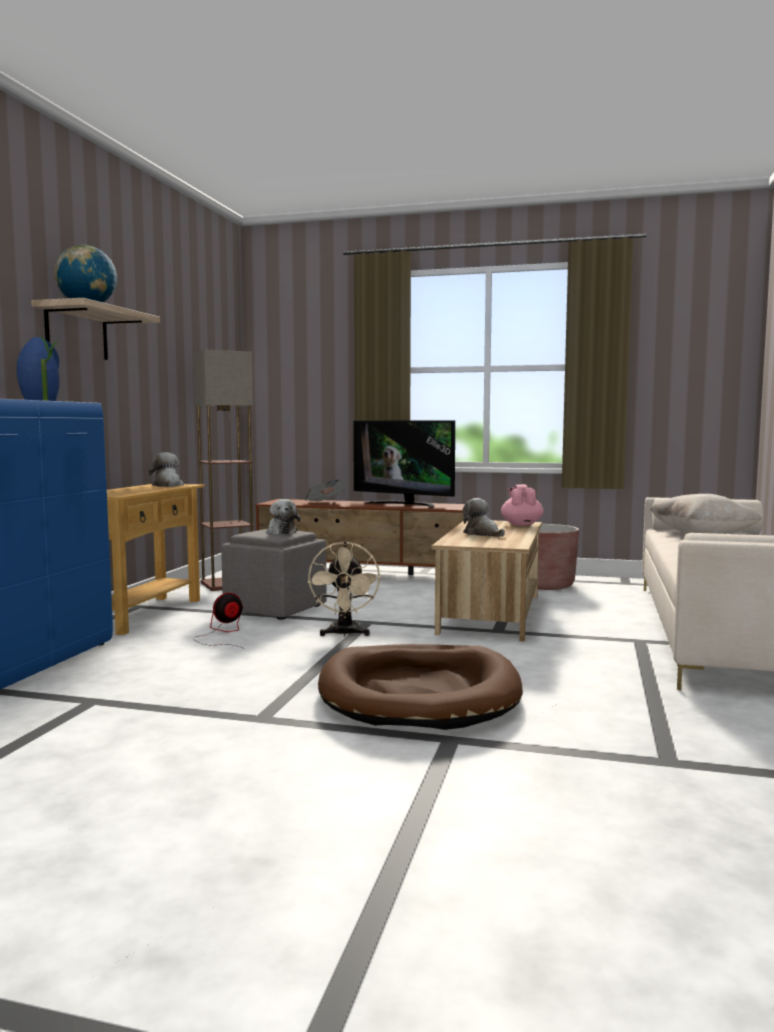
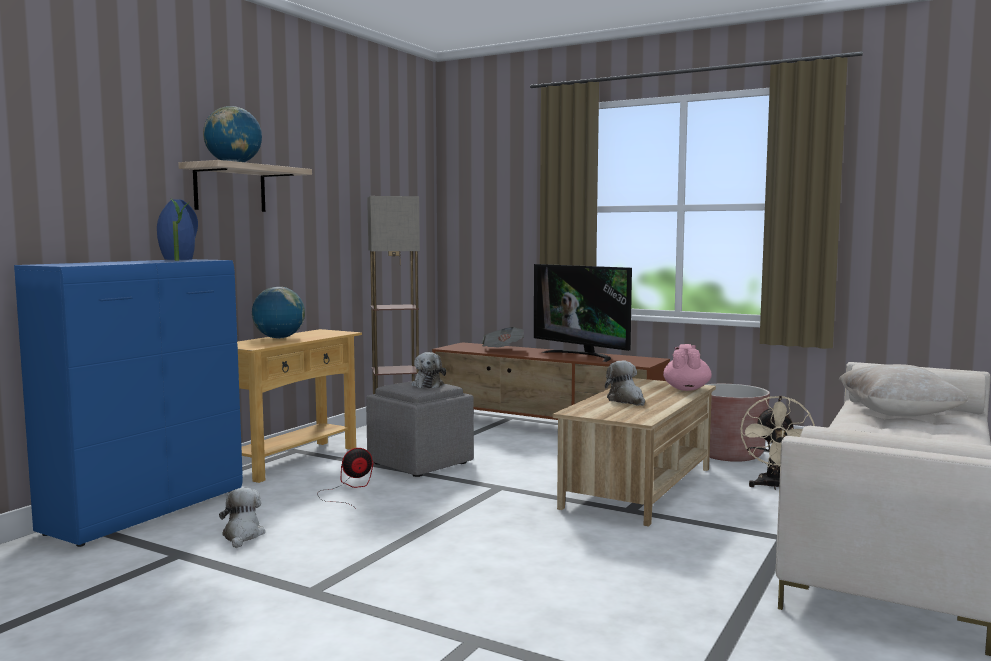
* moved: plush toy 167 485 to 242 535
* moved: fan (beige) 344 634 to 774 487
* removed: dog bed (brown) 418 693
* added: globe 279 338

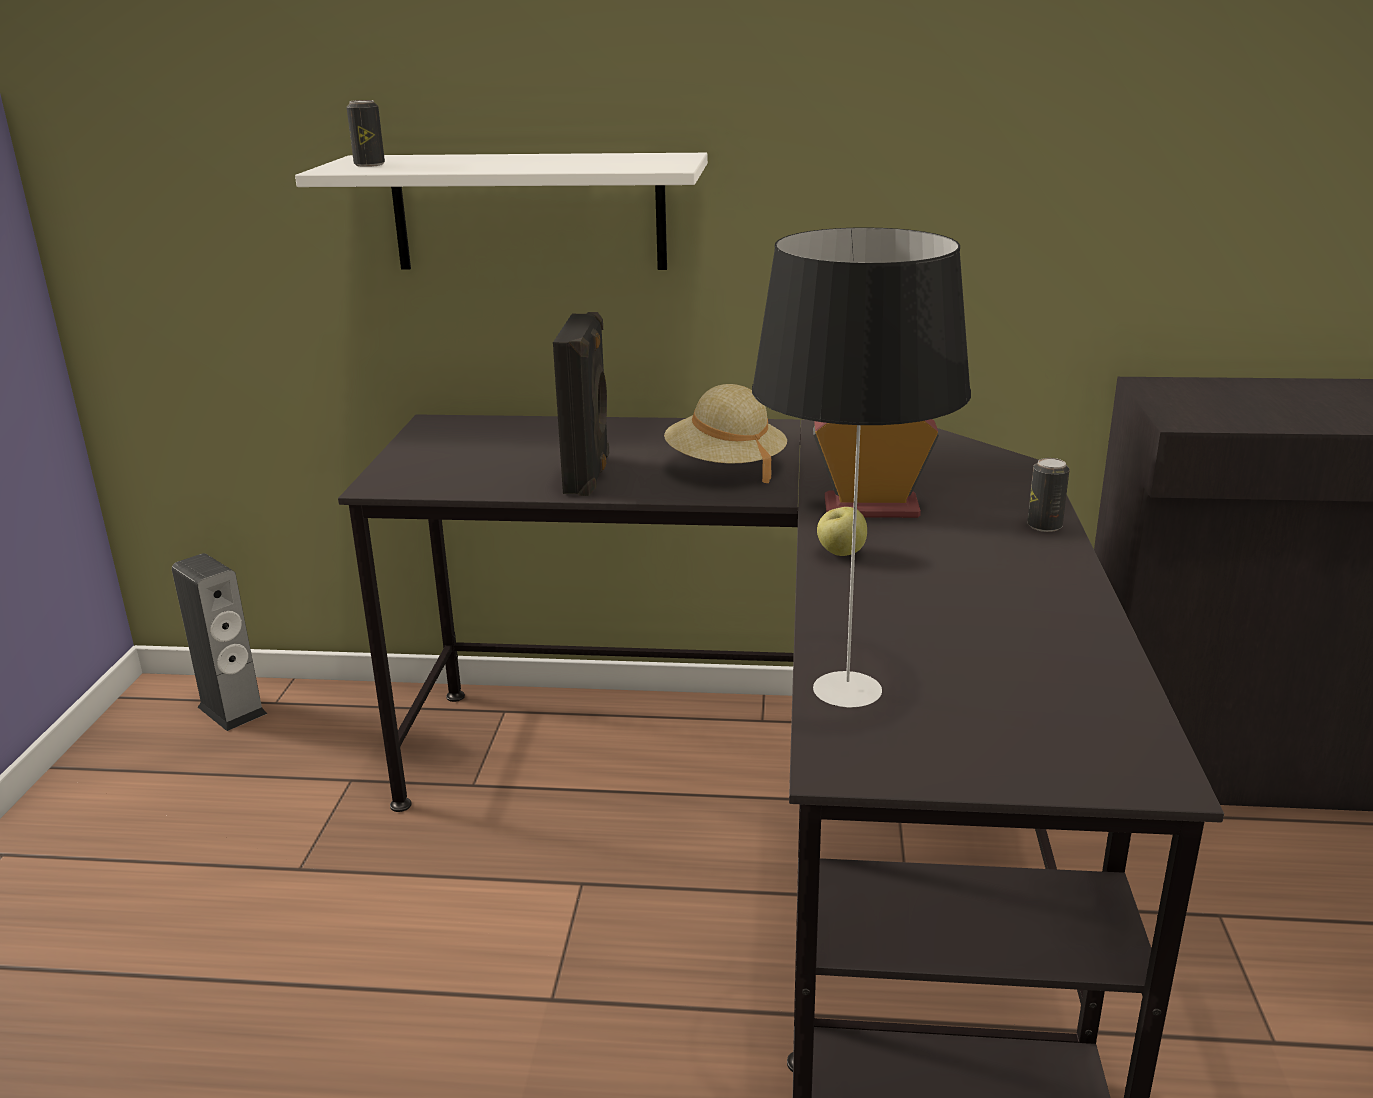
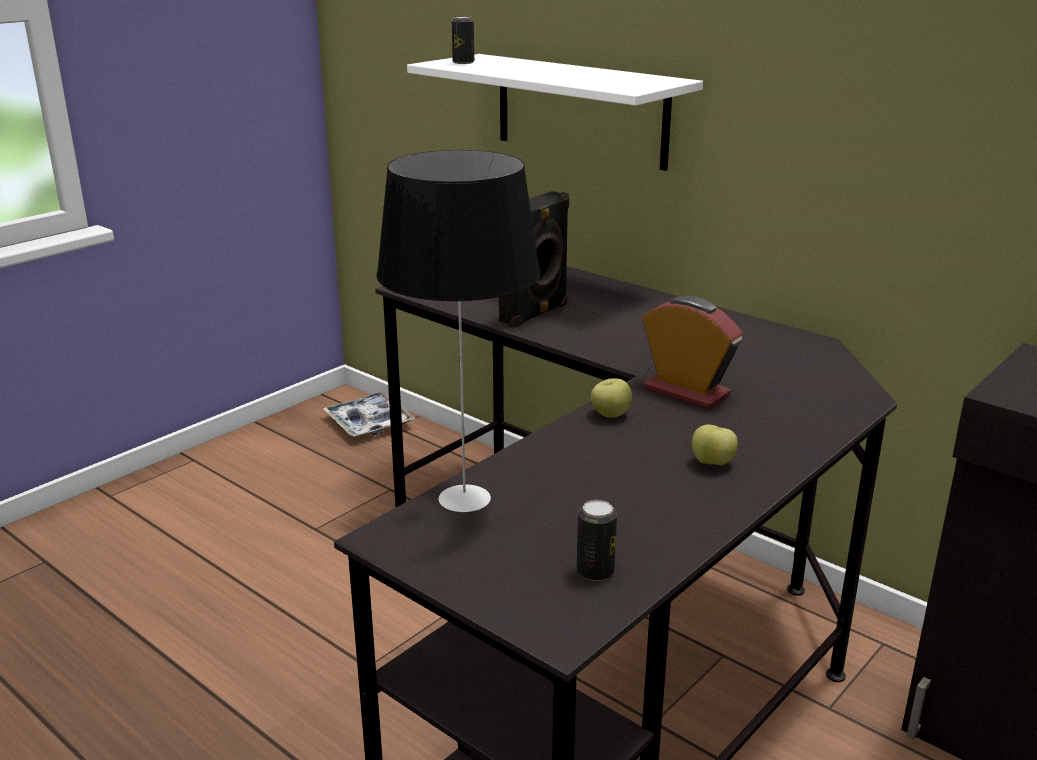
* removed: hat (beige) 725 467
* moved: can 1044 526 to 595 571
* replaced: speaker 232 710 to tray 369 423
* added: apple 712 463

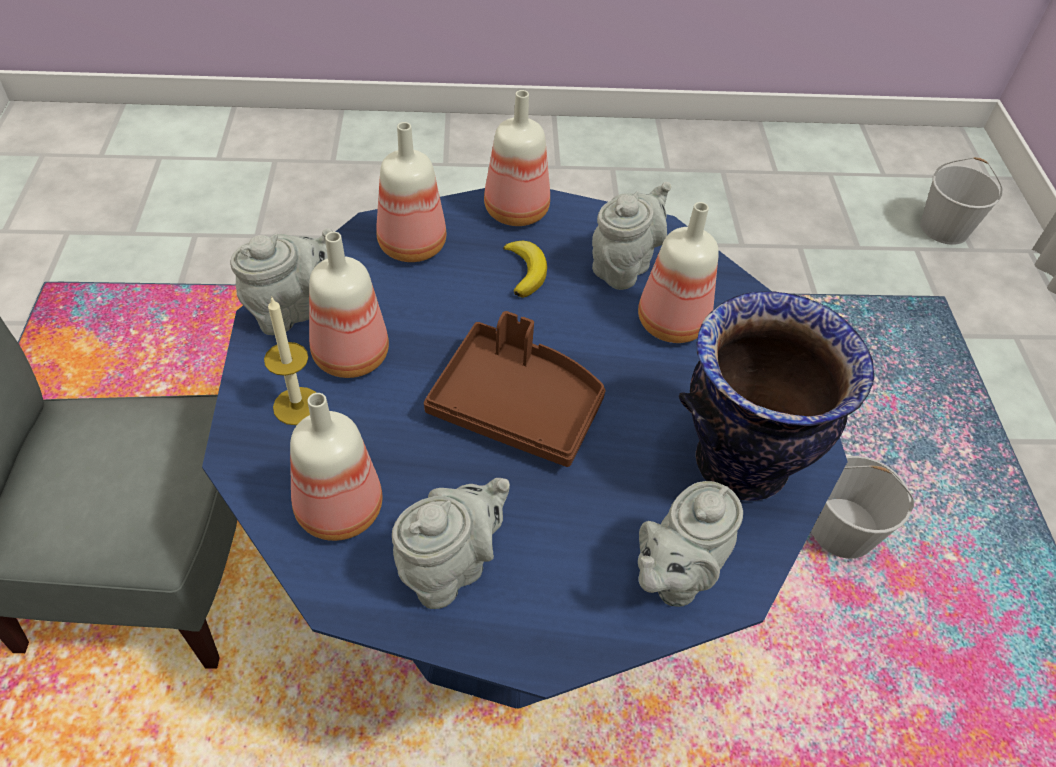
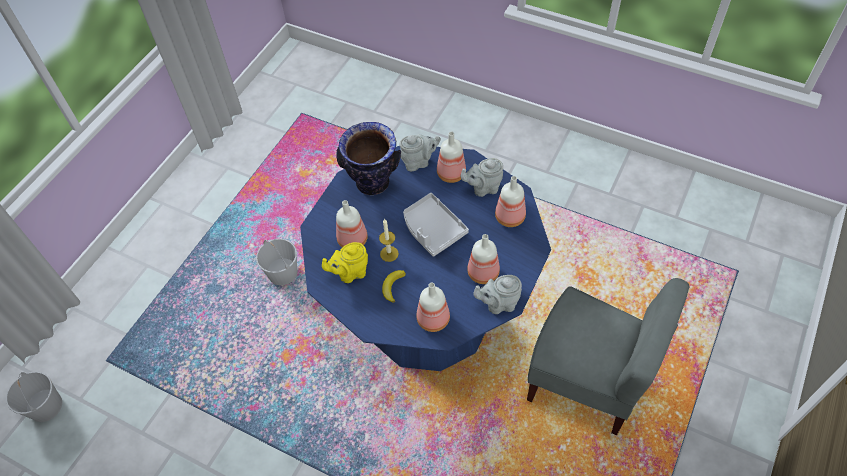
* moved: bottle 516 209 to 451 174
* recoloured: teapot (grey) 624 266 to teapot (yellow) 350 273
* moved: candle 297 406 to 389 254
* recoloured: tray (brown) 517 406 to tray (grey) 432 229

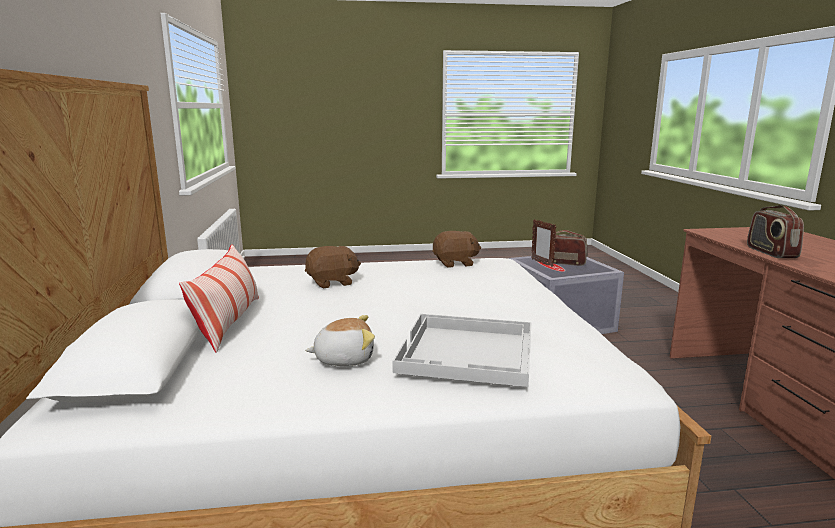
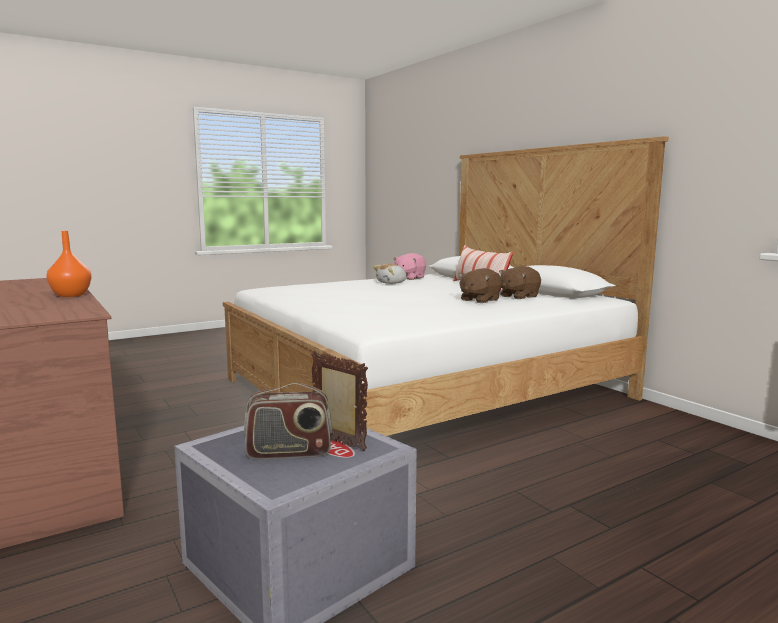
* replaced: radio 770 252 to vase (orange) 70 295
* moved: plush toy (brown) 455 263 to 518 296
* removed: tray (white) 468 352
* added: plush toy (pink) 409 278

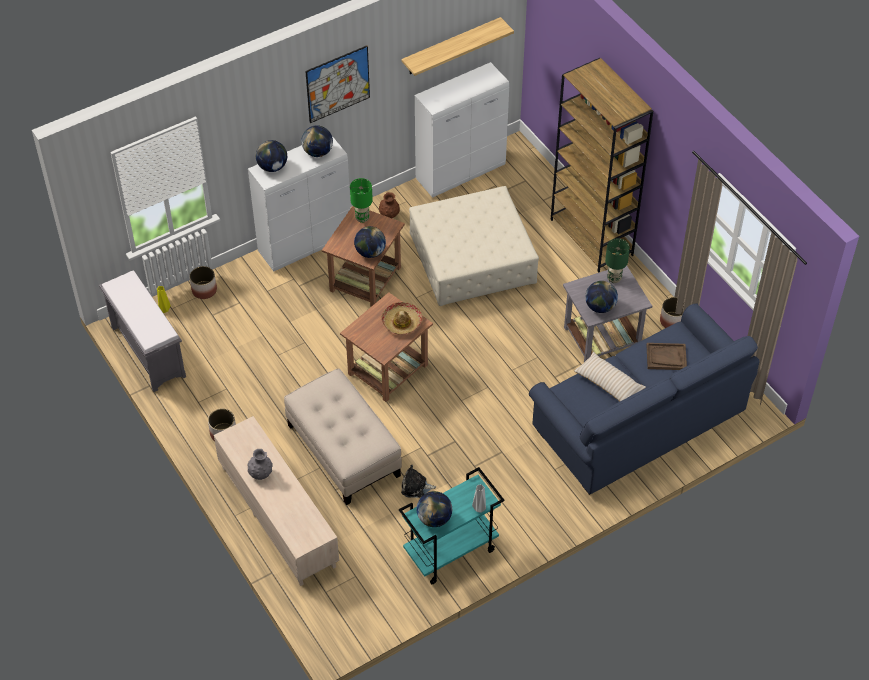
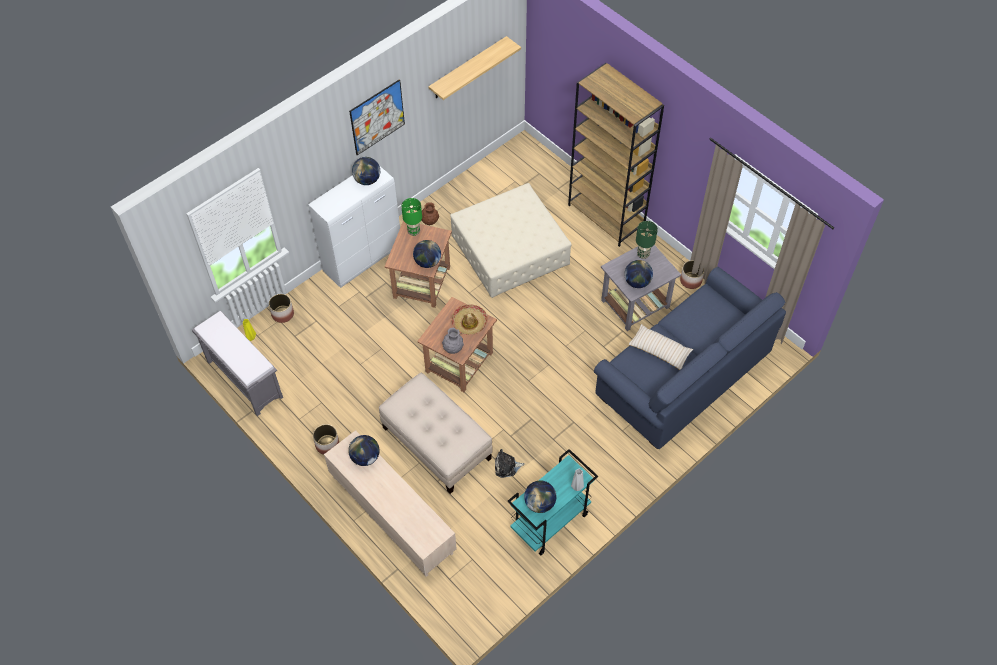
* removed: cabinet (white) 461 172
* moved: globe 272 167 to 365 457
* removed: tray (brown) 666 357
* moved: vase (grey) 260 474 to 453 348

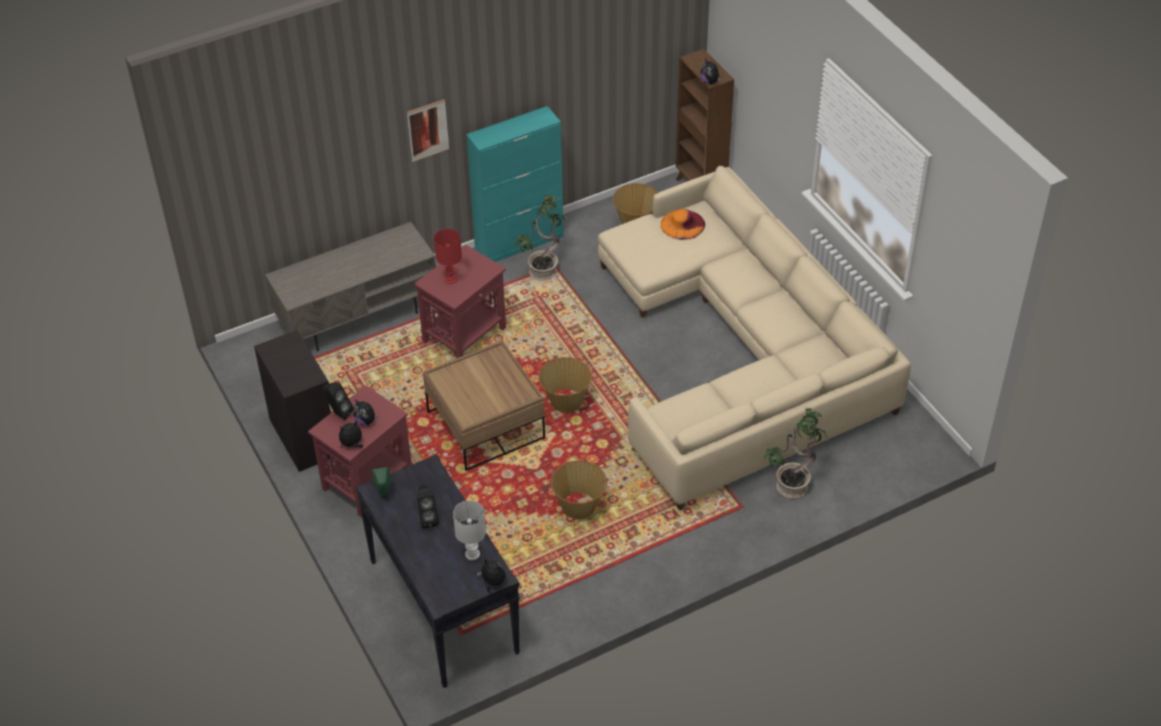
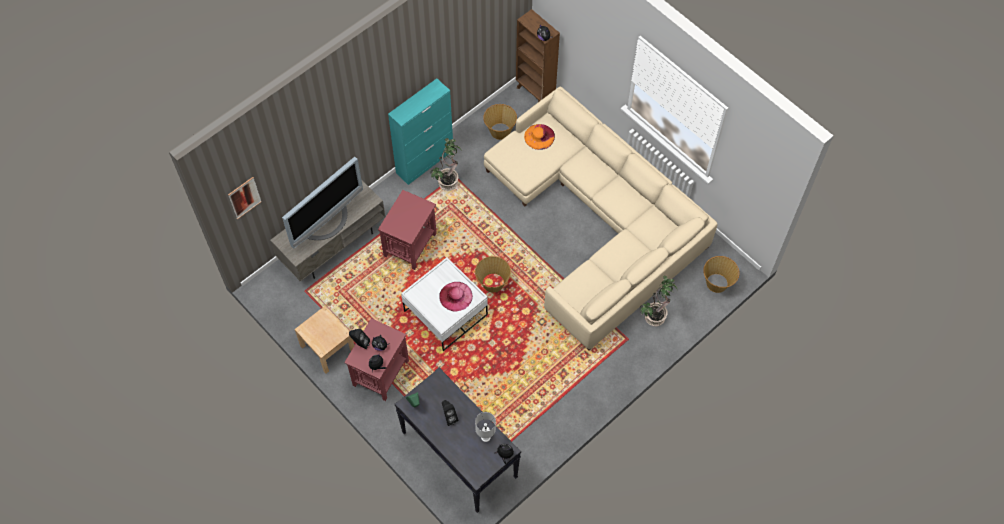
* moved: picture 428 130 to 244 197
* removed: table lamp (red) 450 279
* replaced: cabinet (black) 304 436 to nightstand (beige) 327 348
* recoloured: coffee table (brown) 486 425 to coffee table (white) 445 313
* moved: basket 579 506 to 717 283
* added: television 325 220
* added: hat (pink) 456 296

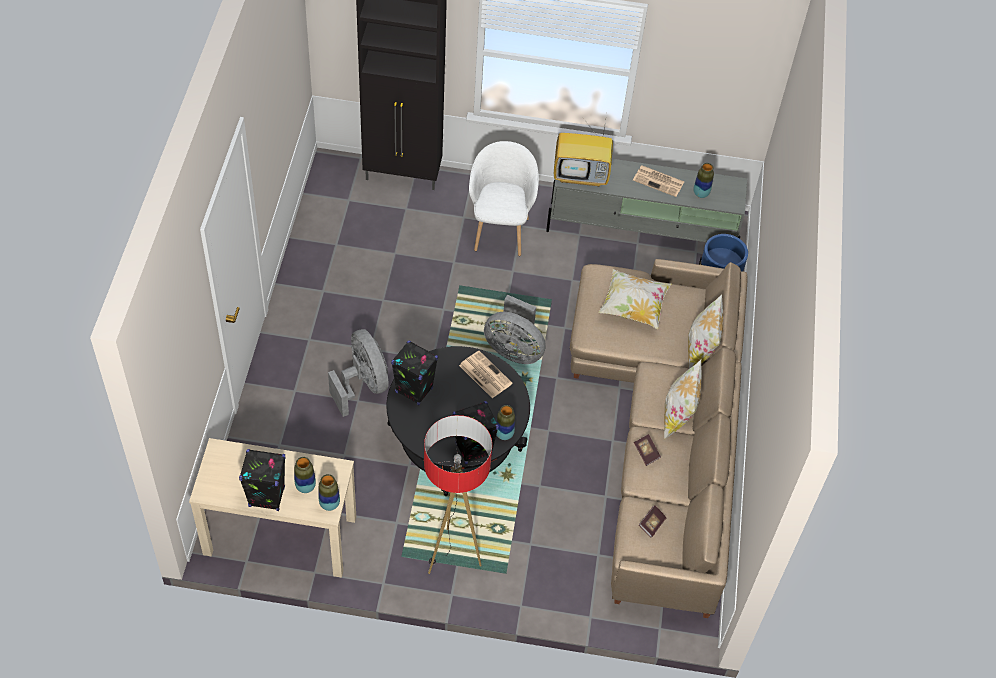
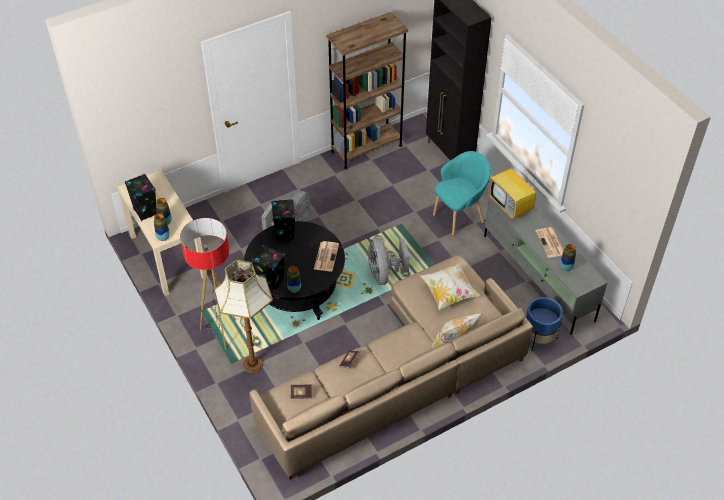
* recoloured: armchair (white) 500 232 to armchair (turquoise) 459 217
* removed: pillow 678 415
* added: bookcase (brown) 366 148
* added: floor lamp 252 365

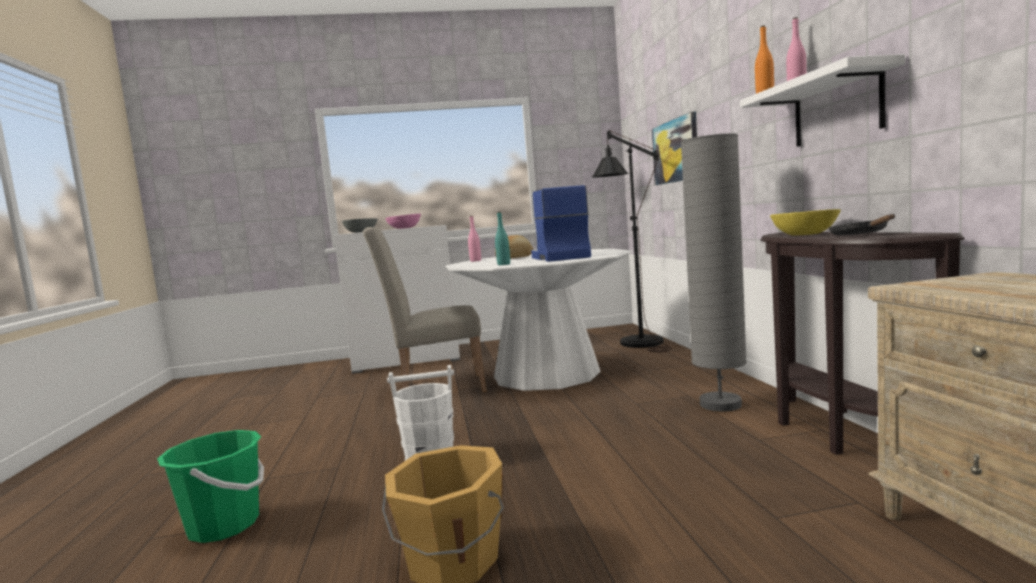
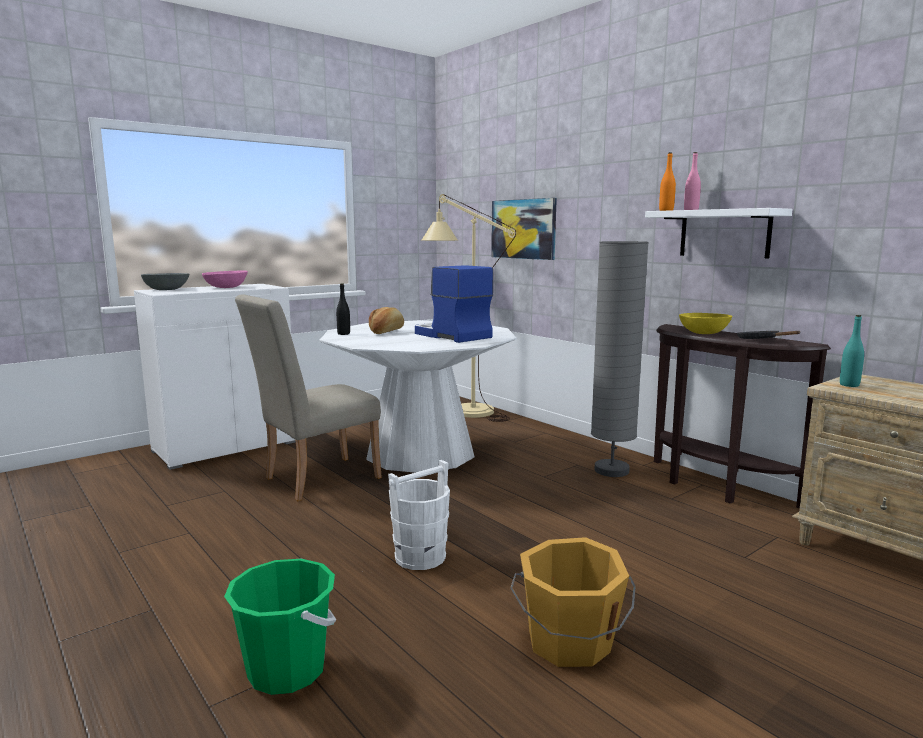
* recoloured: floor lamp (black) 635 340 to floor lamp (beige) 464 409
* moved: bottle (turquoise) 503 264 to 849 385
* recoloured: bottle (pink) 475 261 to bottle (black) 343 334

